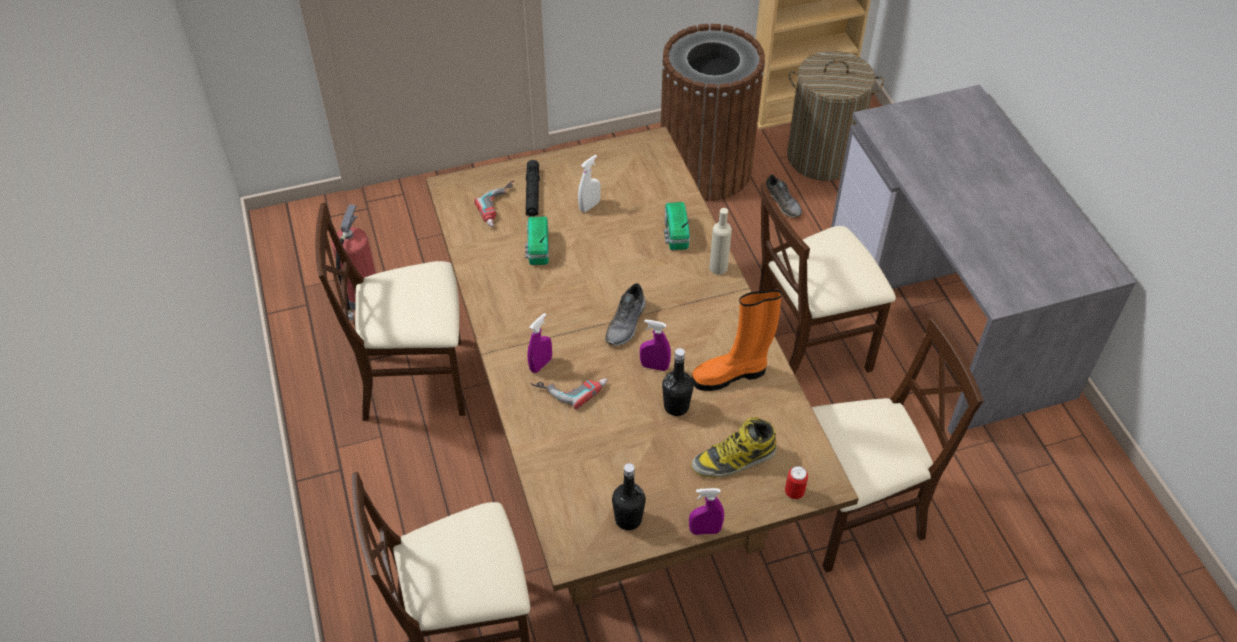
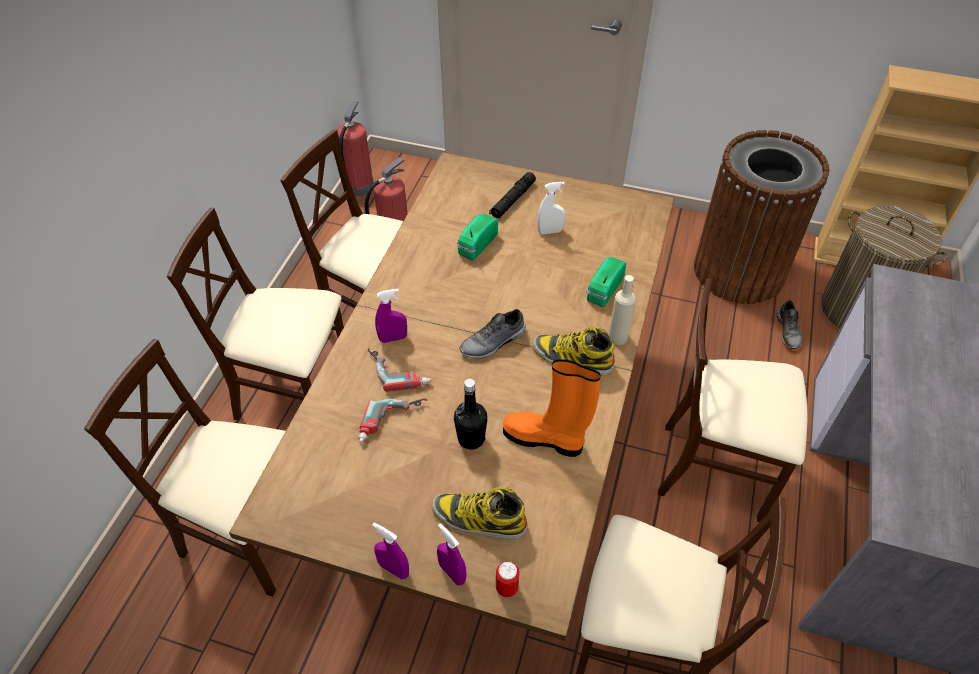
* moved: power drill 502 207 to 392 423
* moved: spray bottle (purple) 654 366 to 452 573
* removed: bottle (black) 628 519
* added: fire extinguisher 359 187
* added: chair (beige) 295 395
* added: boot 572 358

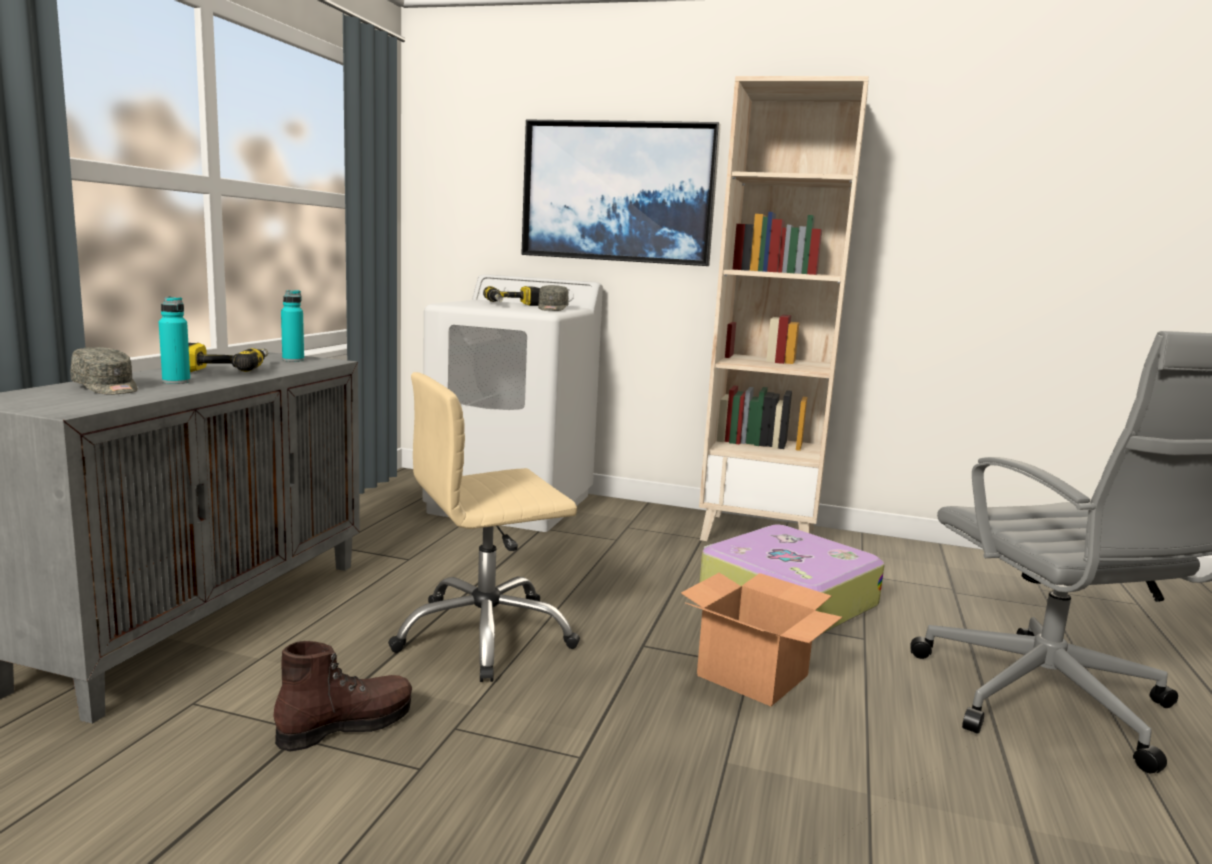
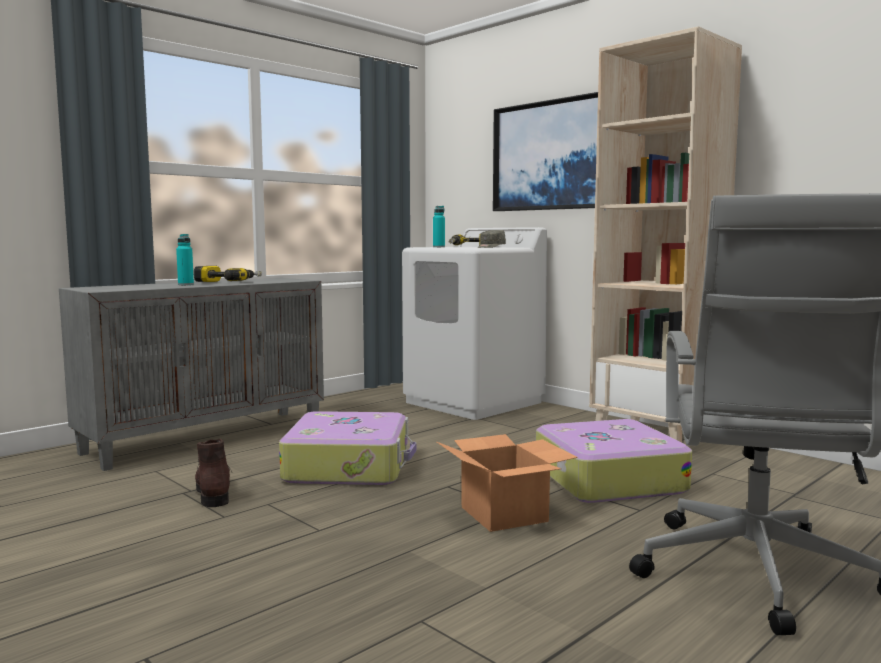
* moved: bottle (turquoise) 293 360 to 438 247
* removed: cap (grey) 107 388
* replaced: office chair (beige) 485 635 to suitcase 349 466
* turned: boot (brown) 346 725 = 213 492 105 degrees counterclockwise

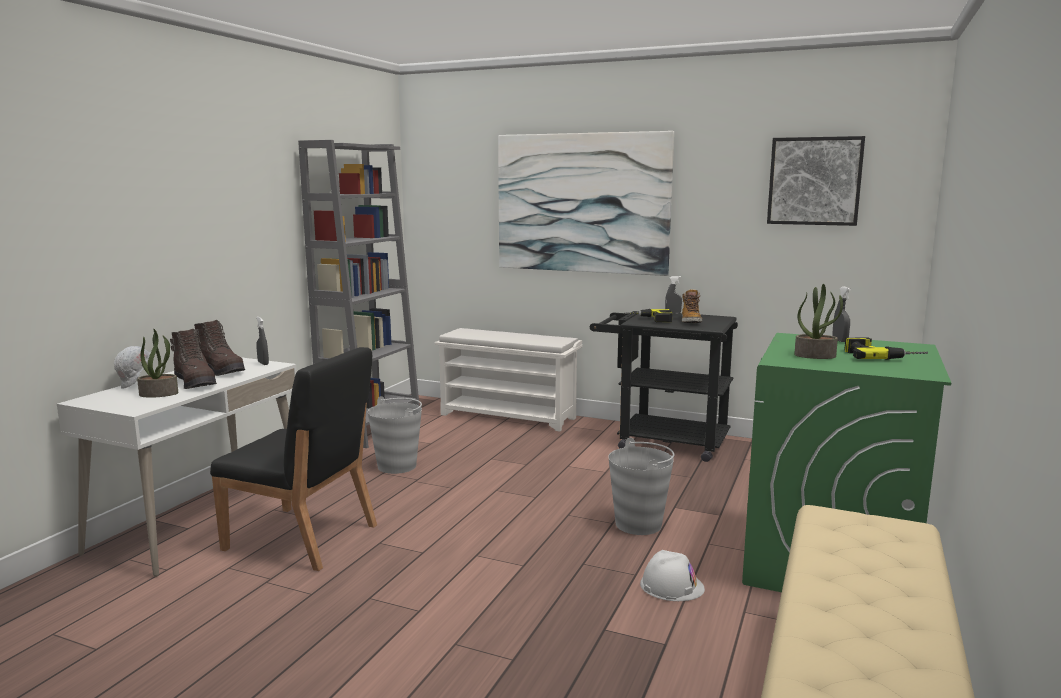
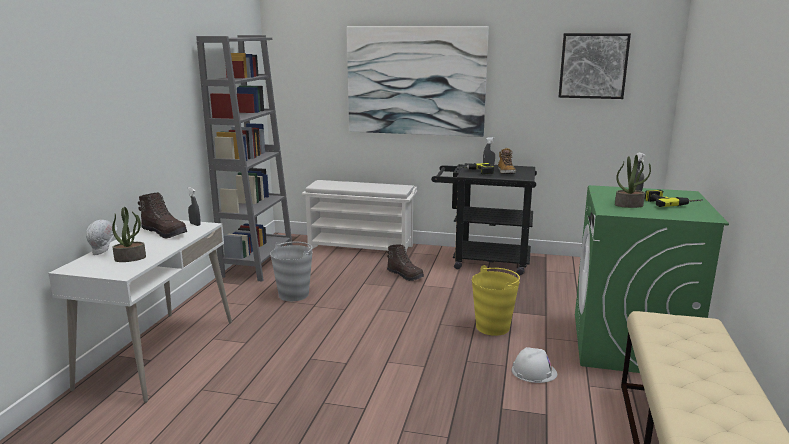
* moved: boot (brown) 195 382 to 405 275
* removed: chair (black) 302 538
* recoloured: bucket (grey) 639 524 to bucket (yellow) 493 327

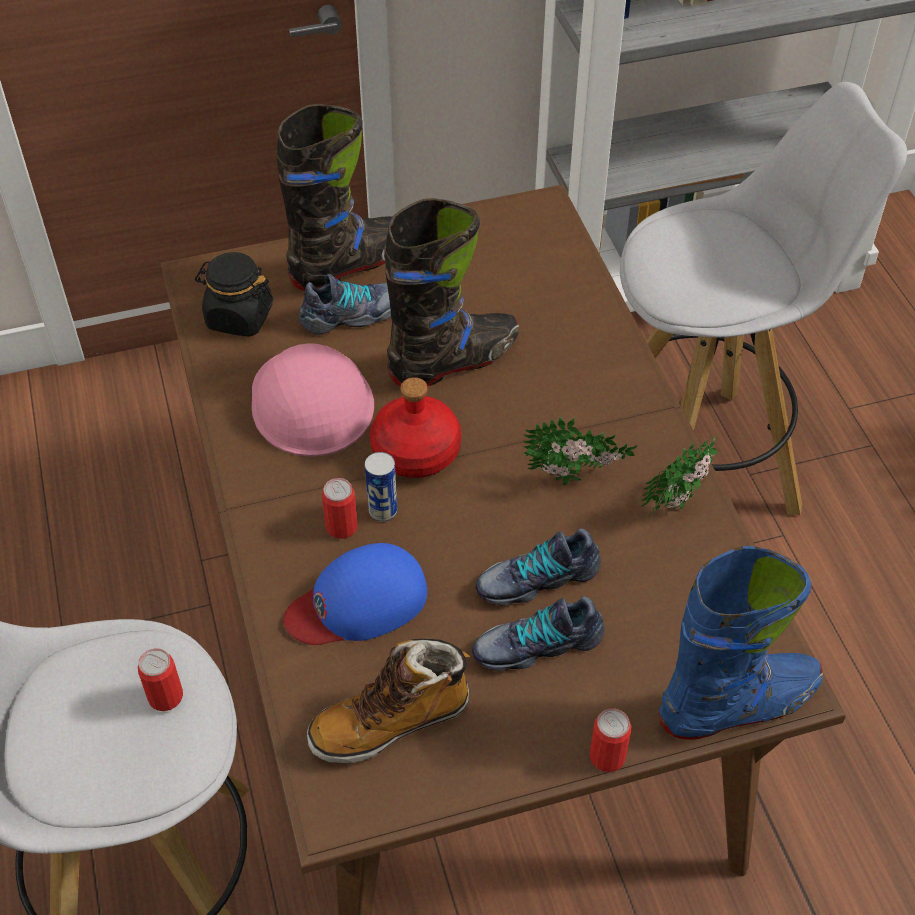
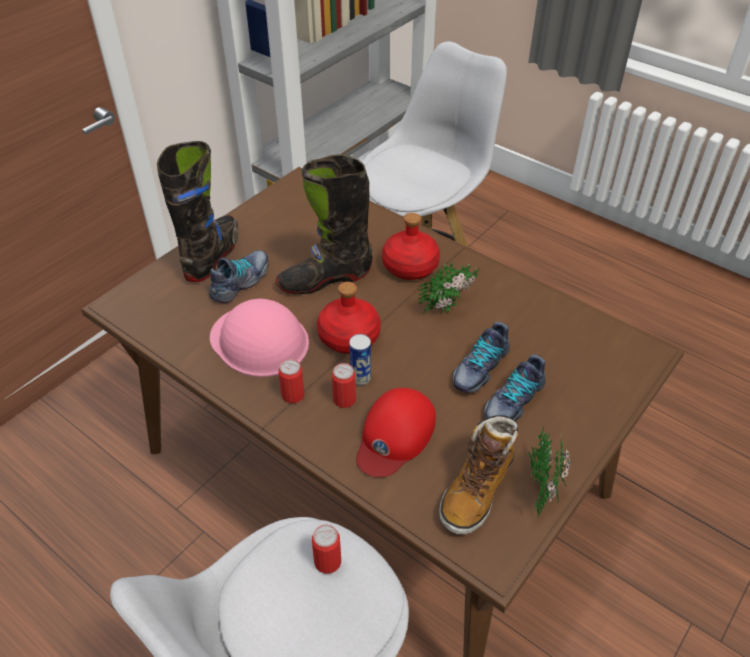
* turned: boot (black) 454 361 = 325 279 135 degrees counterclockwise
* removed: jar (black) 239 317
* moved: potted plant 681 498 to 541 487
* recoloured: cap (blue) 358 602 to cap (red) 394 435
* removed: boot (blue) 737 705
* moved: can 607 756 to 293 395
* added: bottle (red) 411 266

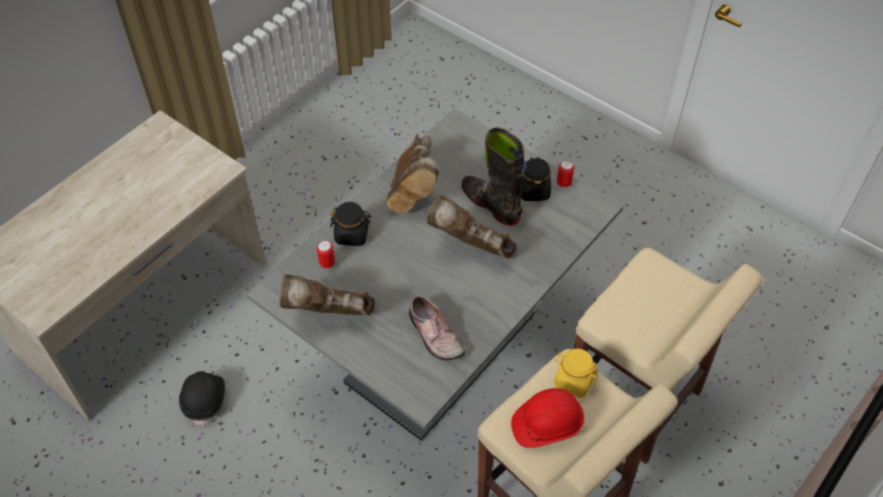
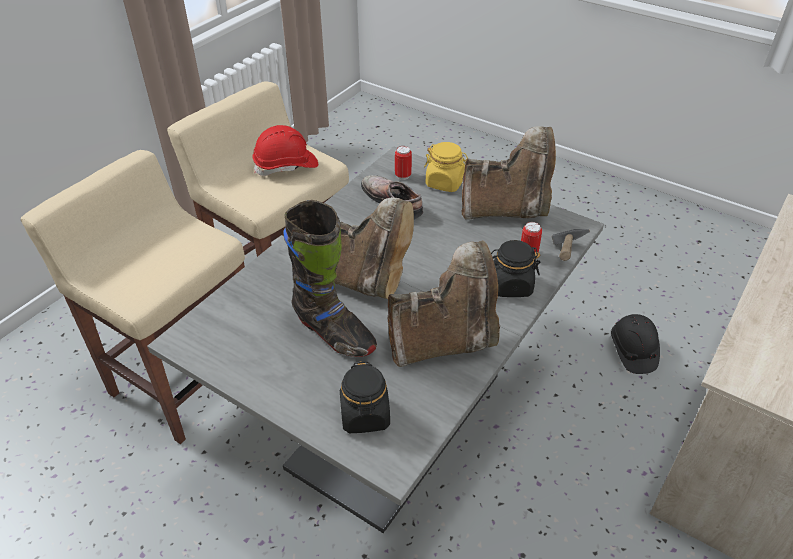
* turned: boot (brown) 412 193 = 445 342 75 degrees clockwise
* moved: jar (black) 533 190 to 365 415
* moved: can 563 183 to 403 176
* moved: jar (yellow) 573 381 to 445 183
* added: hammer 563 270

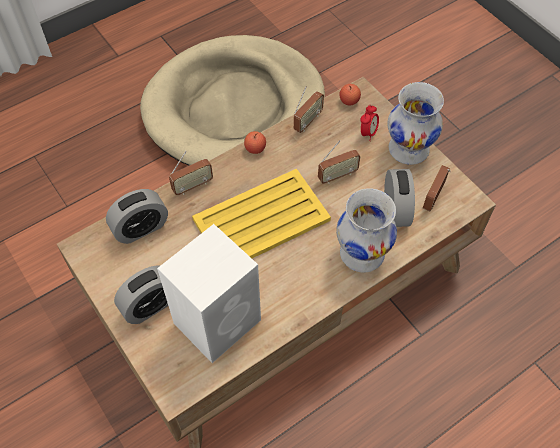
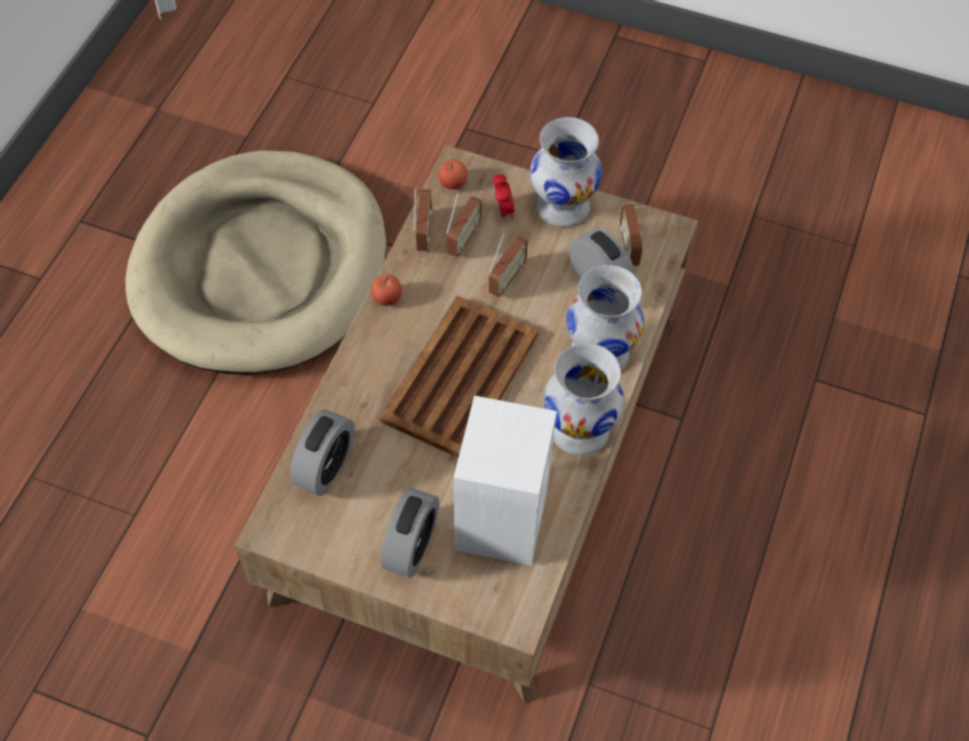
* moved: radio 192 186 to 463 239
* recoloured: tray (yellow) 260 220 to tray (brown) 459 378
* added: vase (white) 577 430

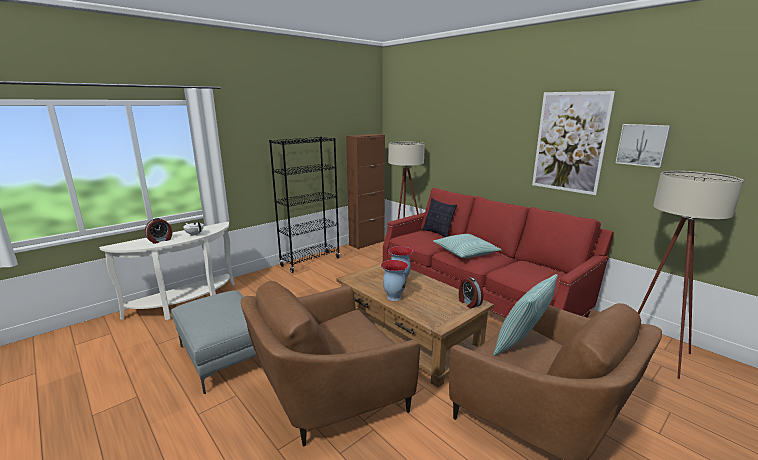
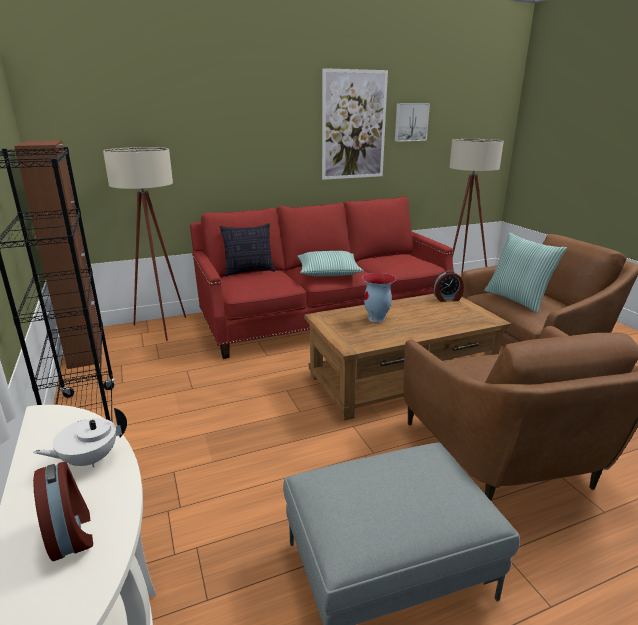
* removed: vase 393 297

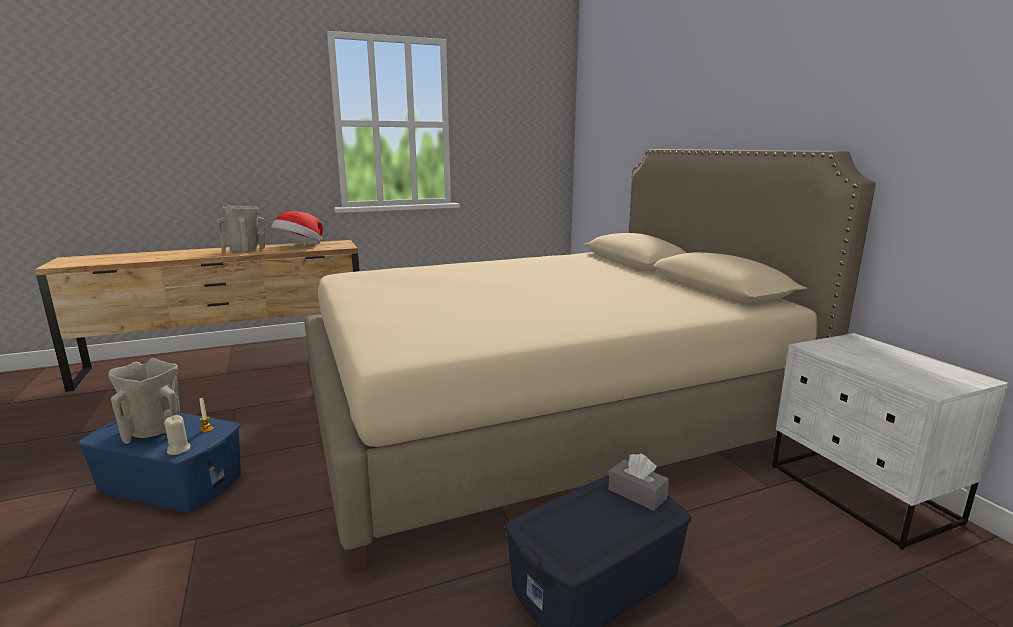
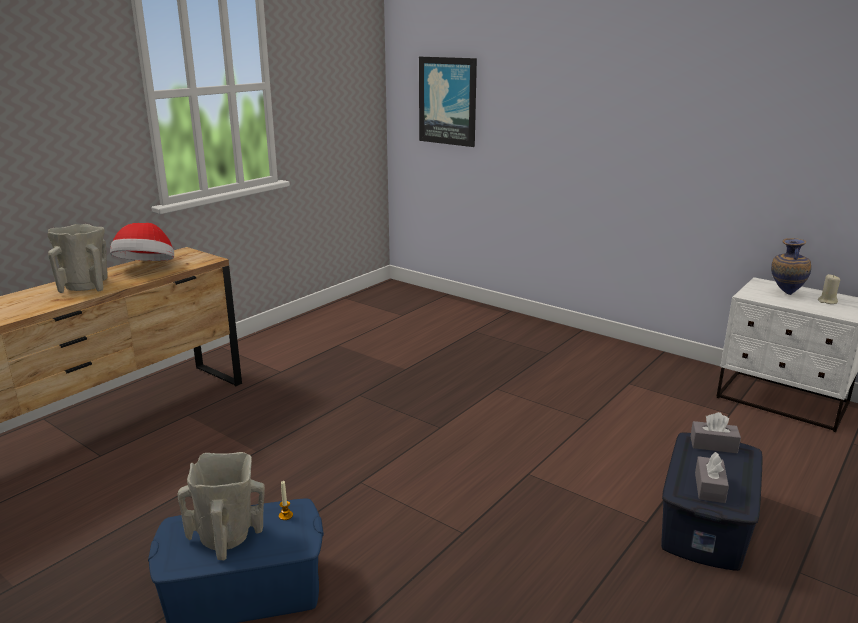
* removed: bed (beige) 542 415
* moved: candle (beige) 178 449 to 827 301
* added: picture 448 101
* added: vase 785 293
* added: tissue box (grey) 709 487

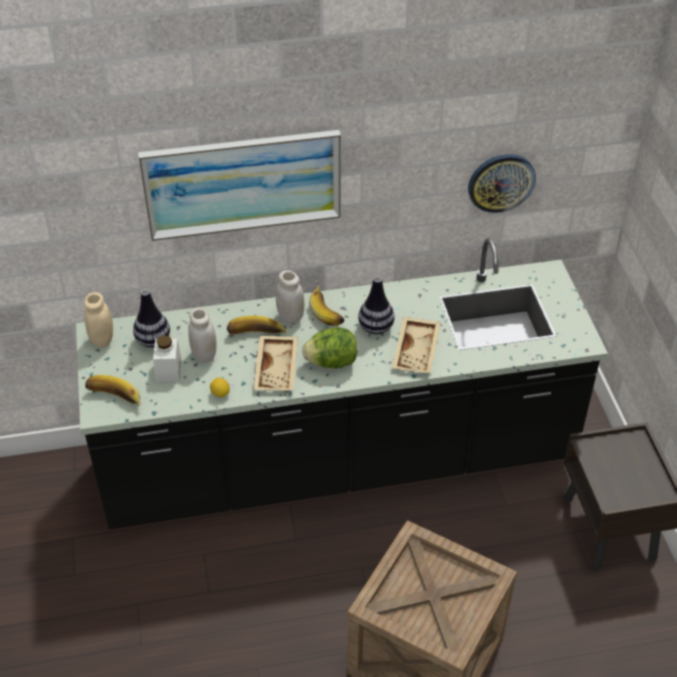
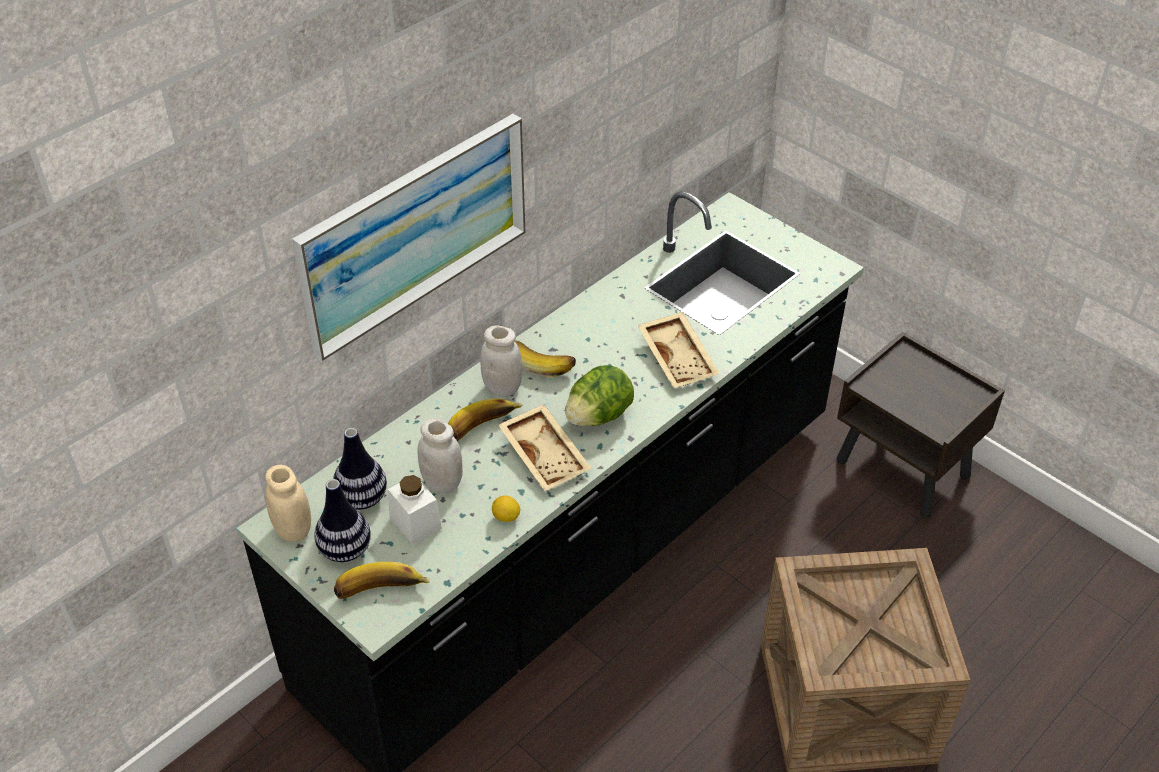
* removed: wall clock 501 182
* moved: vase 376 328 to 345 549

